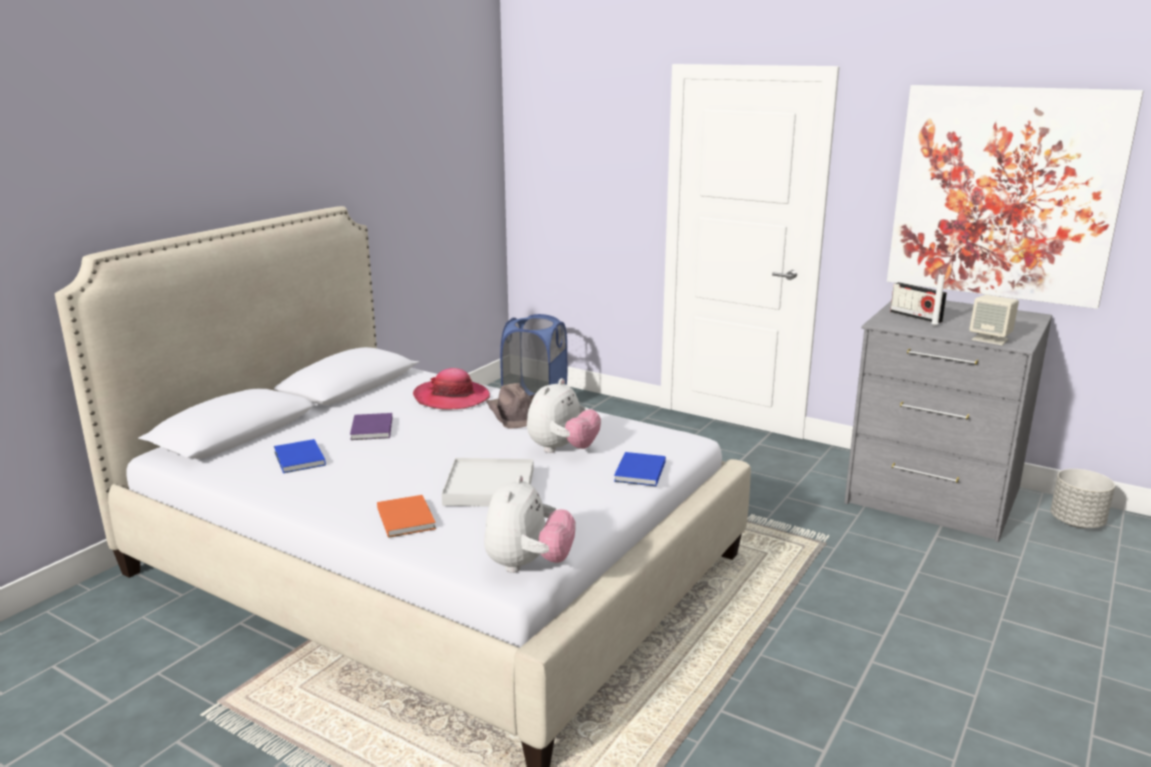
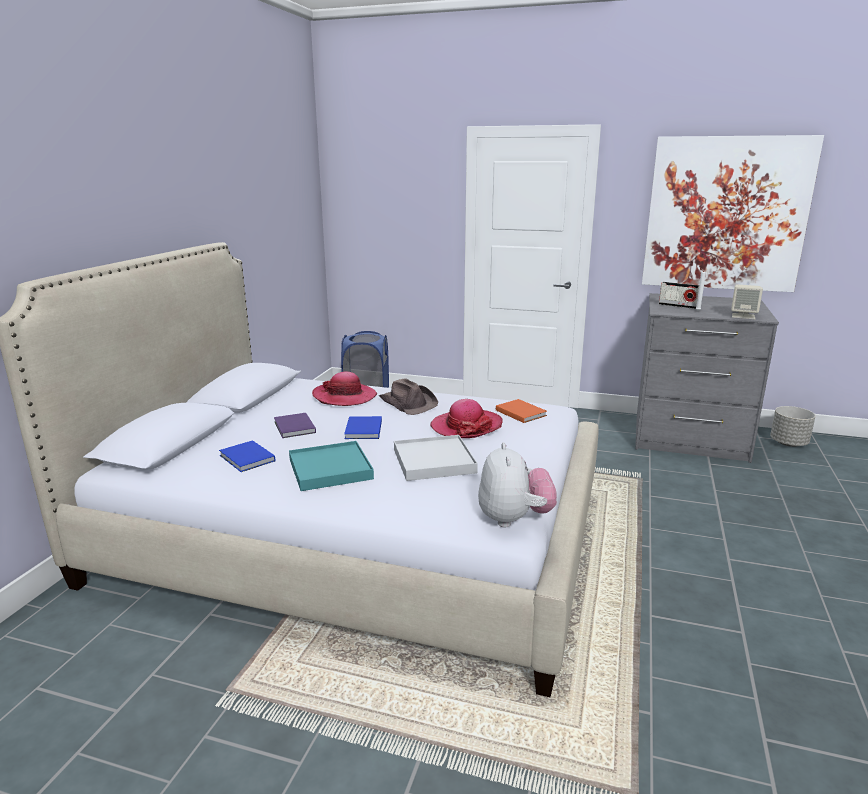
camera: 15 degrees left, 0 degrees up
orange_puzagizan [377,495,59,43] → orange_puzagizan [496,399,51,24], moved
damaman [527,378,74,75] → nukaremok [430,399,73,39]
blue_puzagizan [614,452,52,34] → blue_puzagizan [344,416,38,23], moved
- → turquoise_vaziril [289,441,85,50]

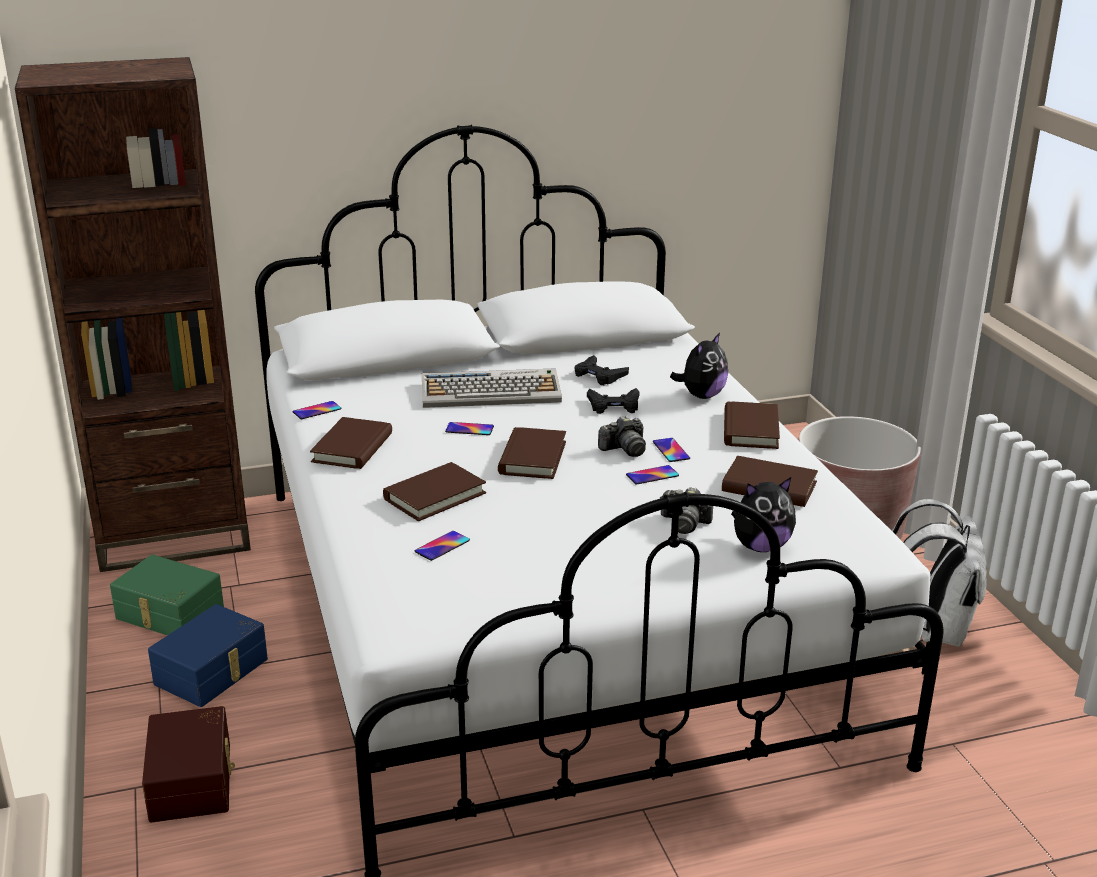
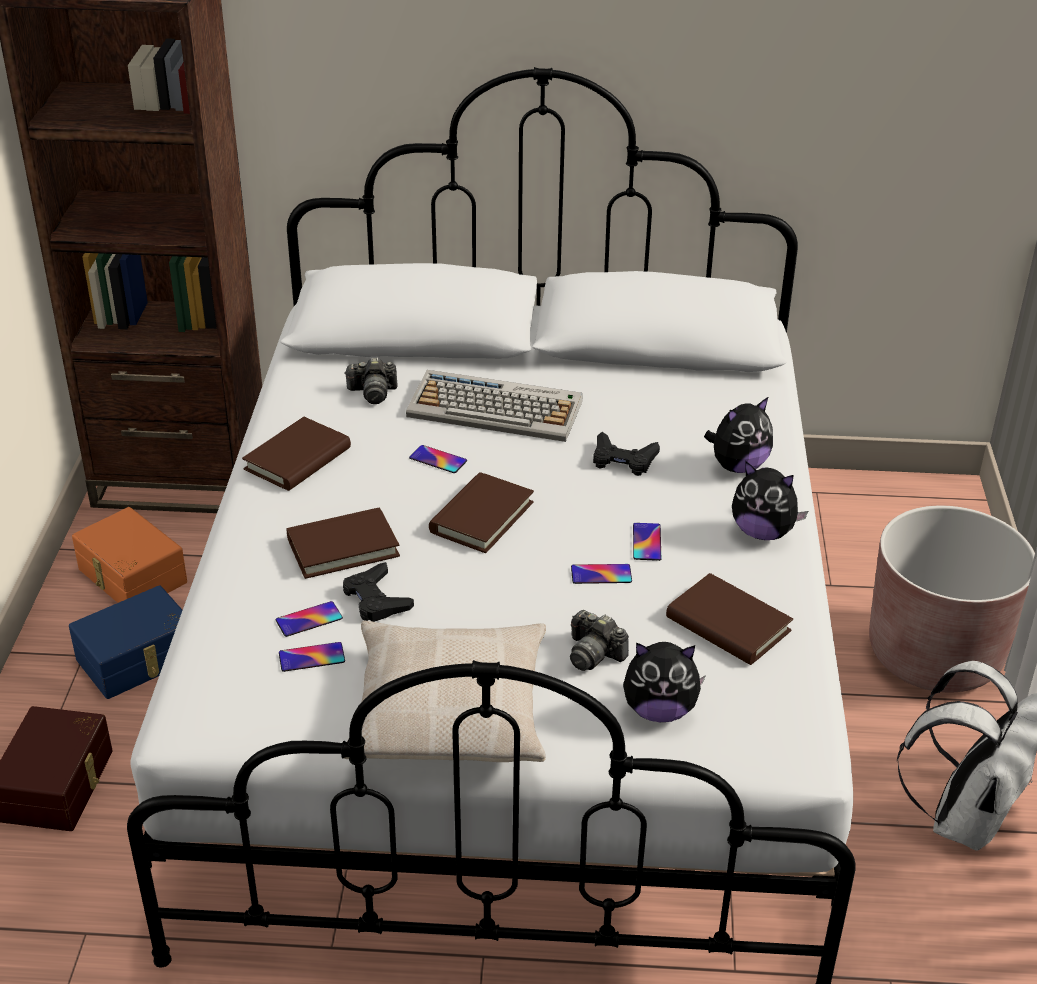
camera: 20 degrees right, 10 degrees up
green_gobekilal [110,555,114,80] → orange_gobekilal [72,507,115,96]
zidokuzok [293,401,48,18] → zidokuzok [279,642,66,30], moved
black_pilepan [575,355,54,30] → black_pilepan [343,562,71,60], moved
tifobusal [598,416,48,41] → tifobusal [344,357,54,47], moved
brown_puzagizan [724,402,56,47] → damaman [732,461,76,79]
- → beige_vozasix [343,621,203,141]

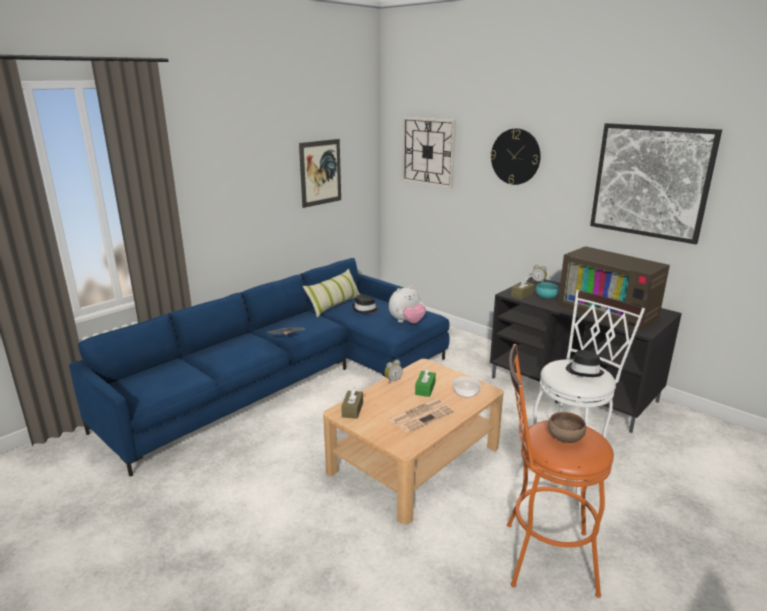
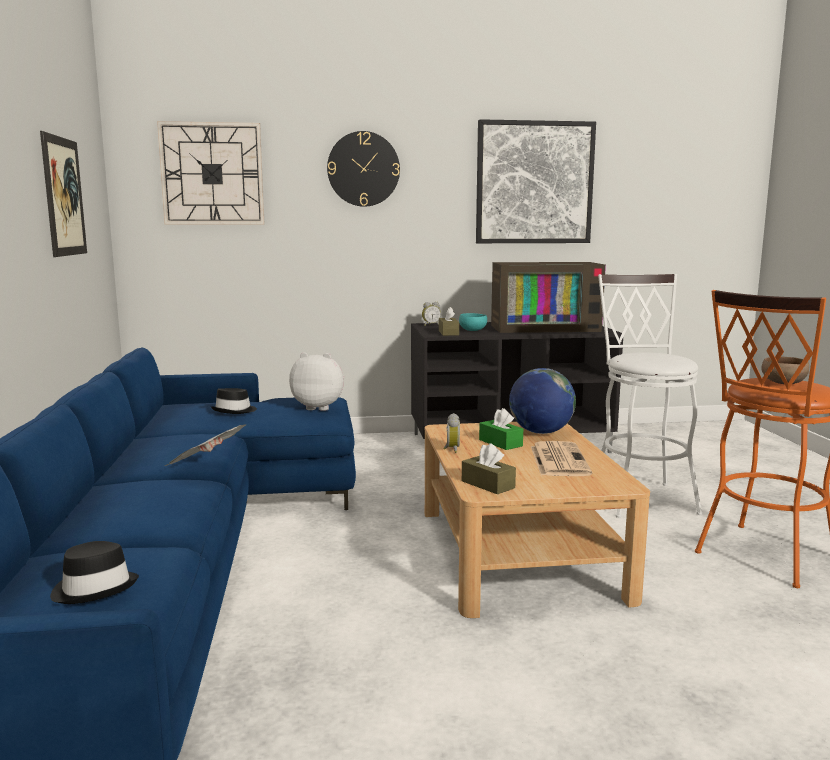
camera: 50 degrees left, 10 degrees down
vozasix [303,268,58,49] → -
damaman [389,286,37,37] → damaman [289,352,55,59], 90 degrees counterclockwise
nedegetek [452,376,29,21] → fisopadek [509,368,67,66]
black_nukaremok [566,350,38,27] → black_nukaremok [50,541,89,63], moved

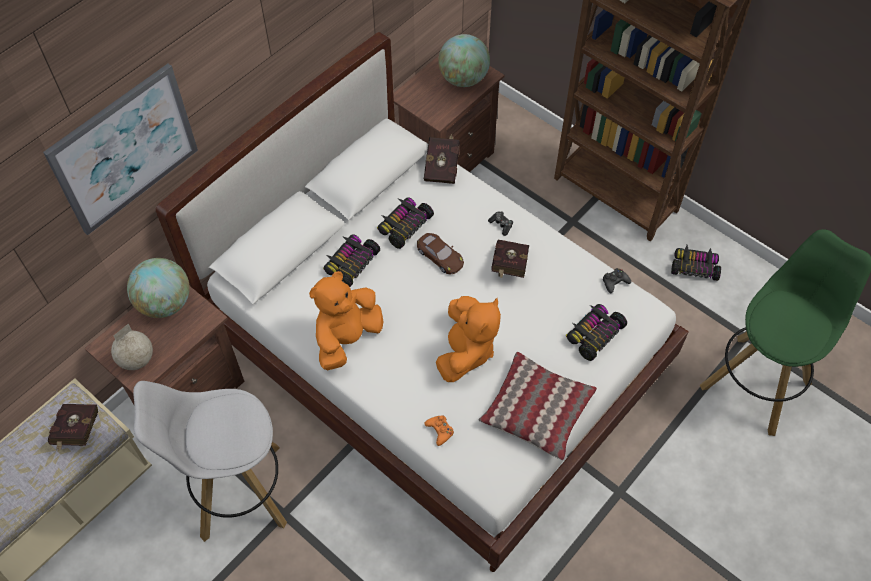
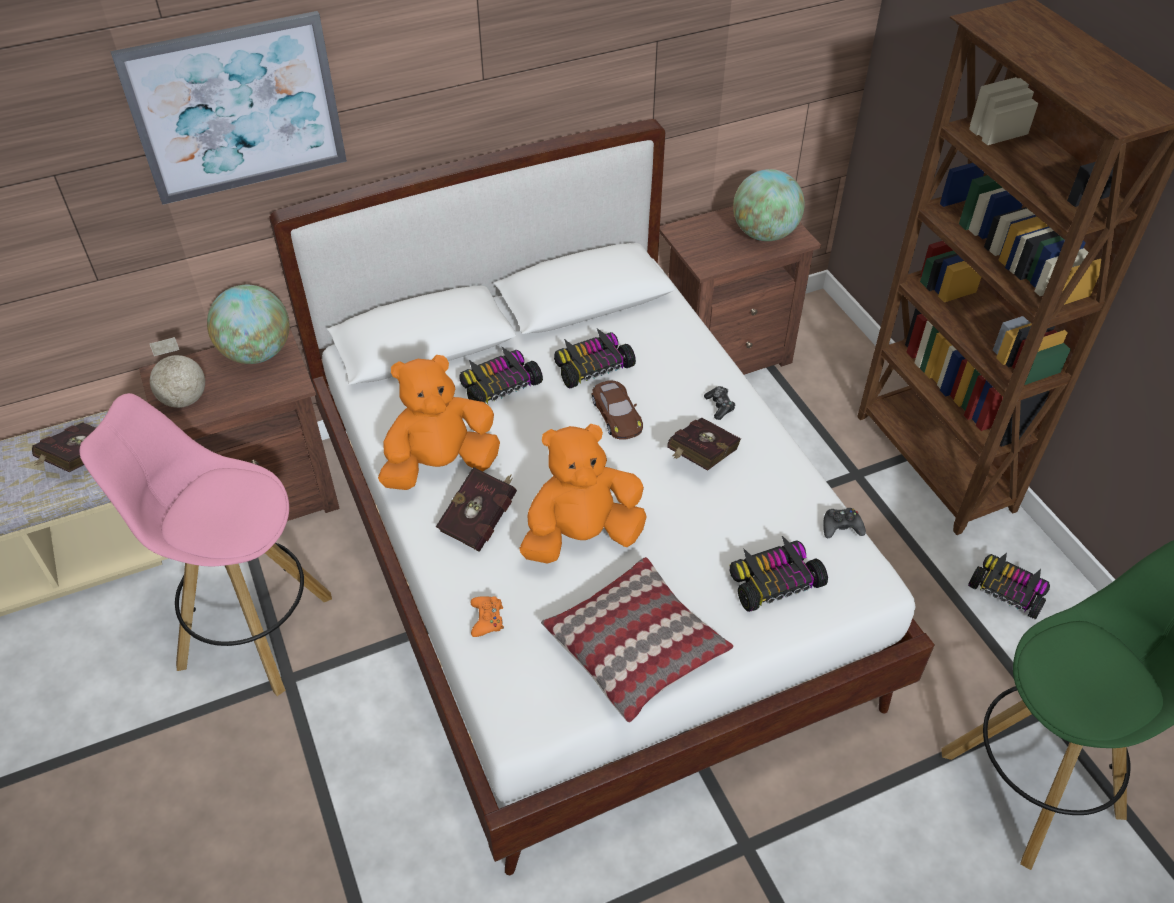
camera: 25 degrees right, 10 degrees down
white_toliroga [133,381,154,161] → pink_toliroga [79,393,253,303]
red_puzagizan [424,134,36,50] → red_puzagizan [436,467,81,85], moved
orange_damaman [436,296,65,86] → orange_damaman [519,424,128,140], 150 degrees counterclockwise

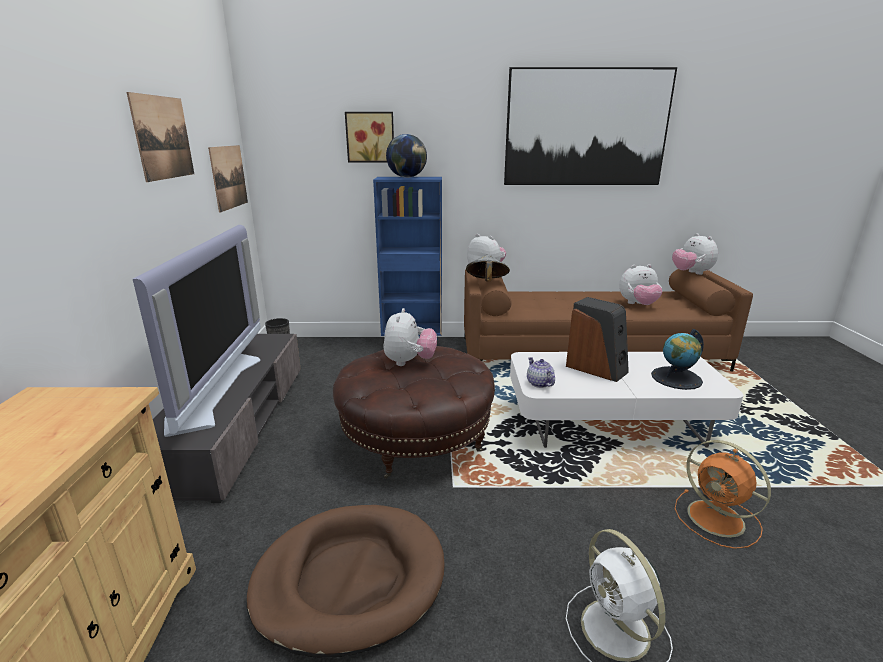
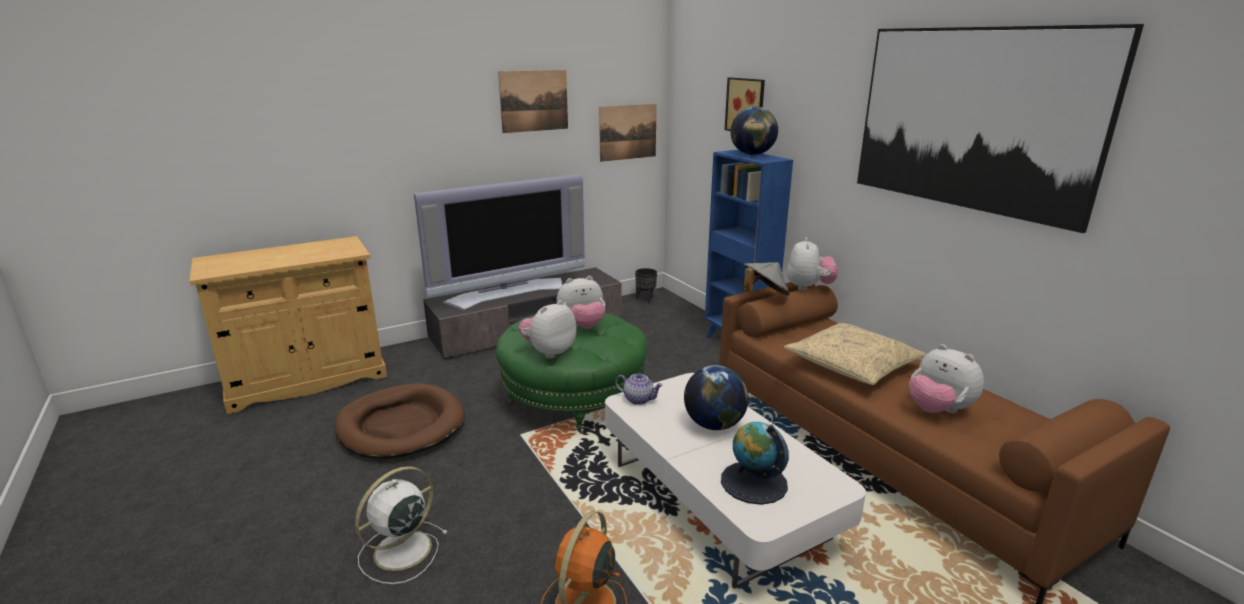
camera: 60 degrees right, 0 degrees up
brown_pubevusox [333,346,162,133] → green_pubevusox [496,314,152,120]
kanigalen [527,357,28,31] → kanigalen [615,373,48,32], 75 degrees clockwise
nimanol [566,297,63,85] → fisopadek [684,365,65,65]
damaman [672,233,46,42] → damaman [518,300,59,58], moved
- → beige_vozasix [784,323,143,62]

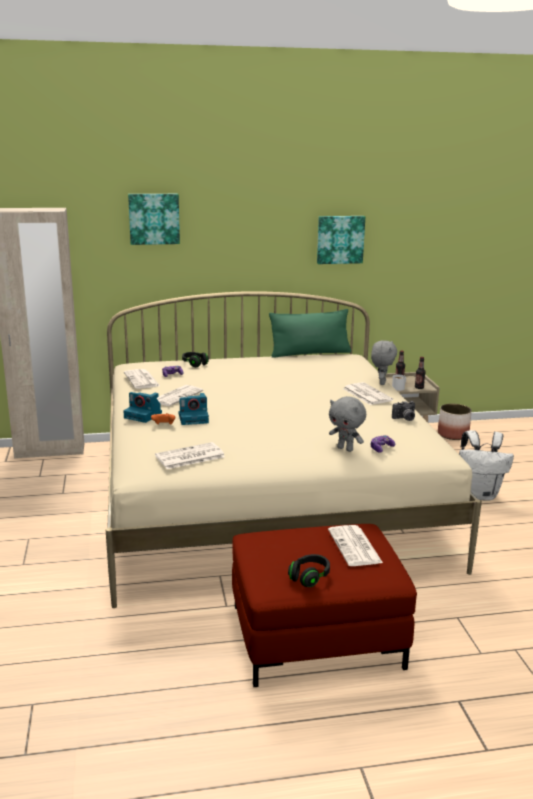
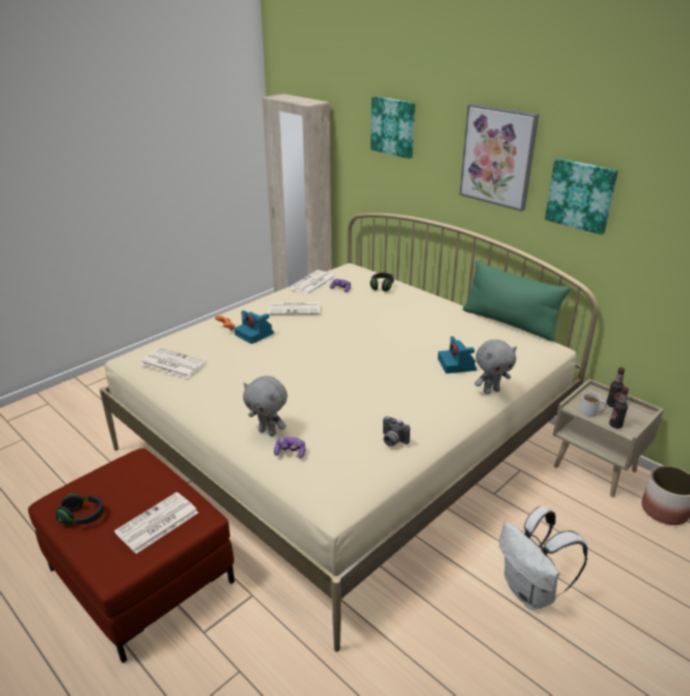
camera: 55 degrees right, 10 degrees up
tifobusal [123,392,39,31] → tifobusal [438,336,39,38], moved
grey_damaman [329,396,37,56] → grey_damaman [243,376,45,60], 60 degrees counterclockwise
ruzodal [343,382,50,23] → -
- → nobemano [459,104,80,107]

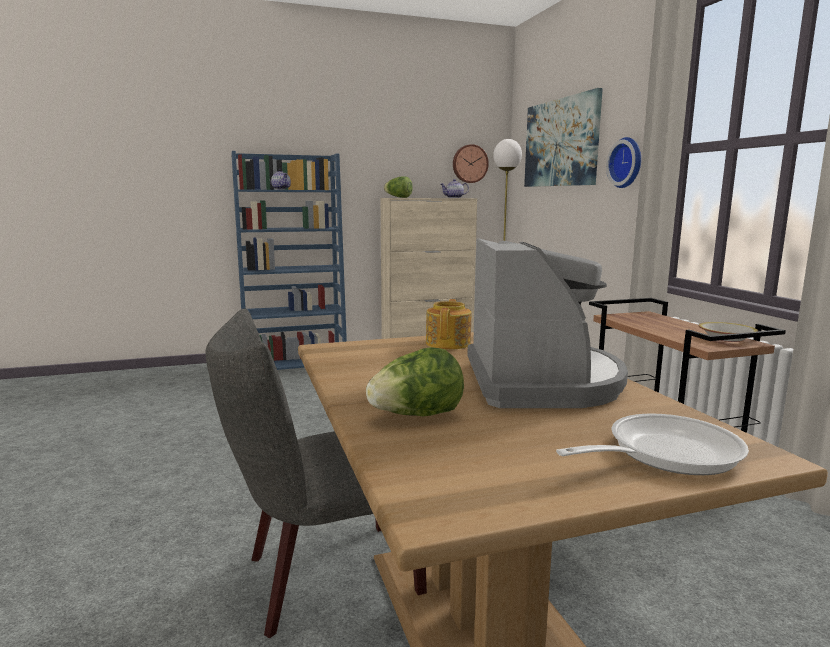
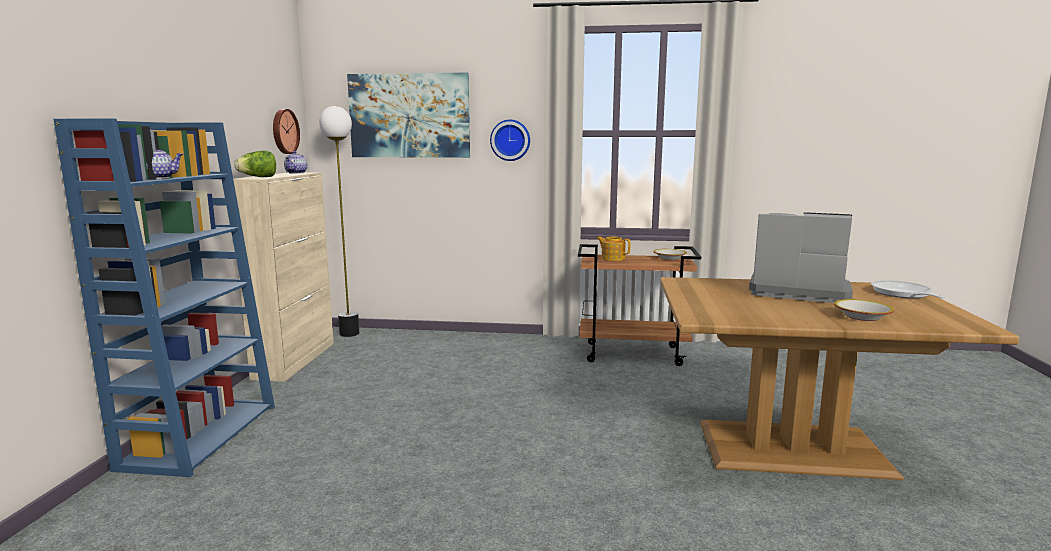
camera: 65 degrees left, 0 degrees up
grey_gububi [206,309,221,329] → -
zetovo [366,347,98,69] → nedegetek [834,299,61,22]
kanigalen [426,299,45,51] → kanigalen [596,237,34,24], moved

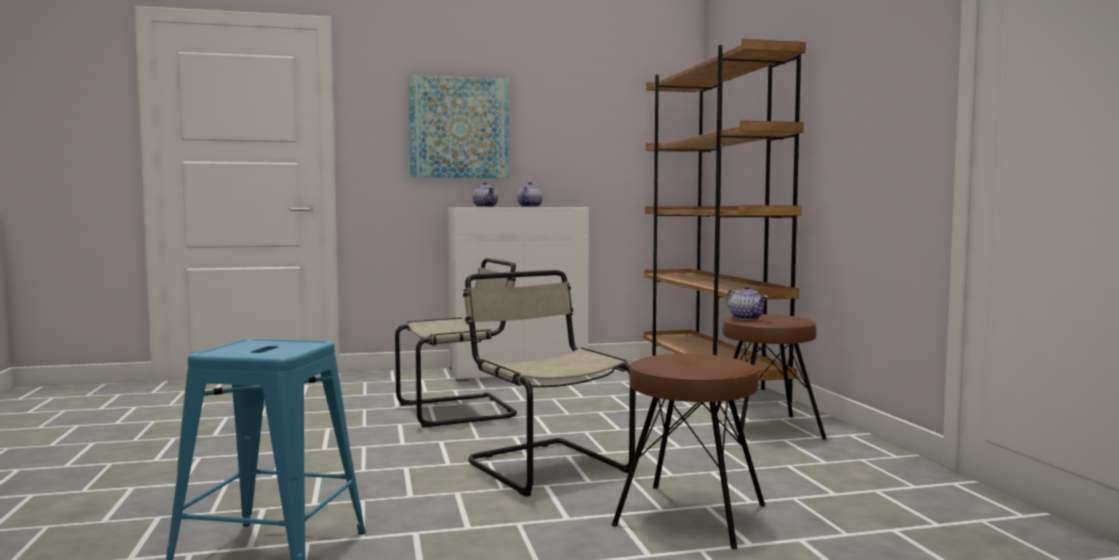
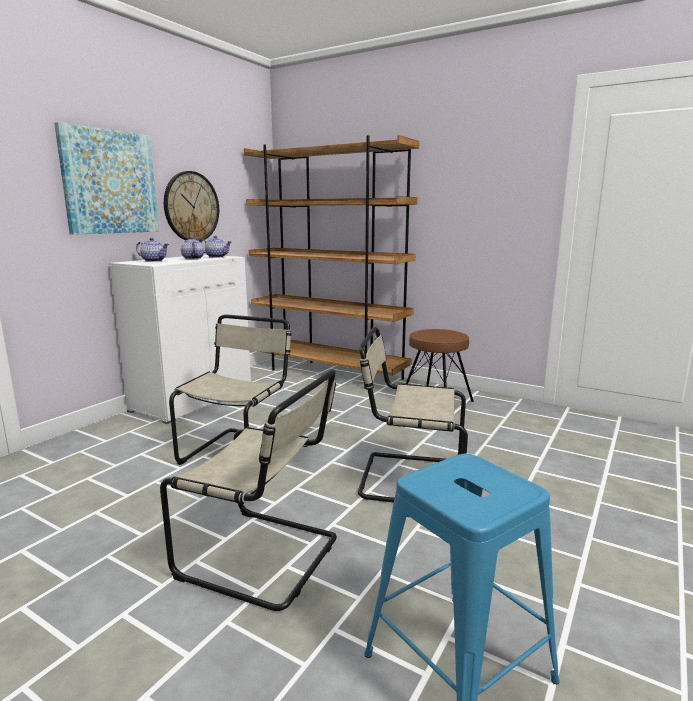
camera: 45 degrees left, 10 degrees up
brown_toliroga [612,354,153,195] → -
kanigalen [726,285,42,35] → kanigalen [200,236,32,22], moved
- → beige_gububi [160,370,177,241]
- → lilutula [164,171,55,71]

